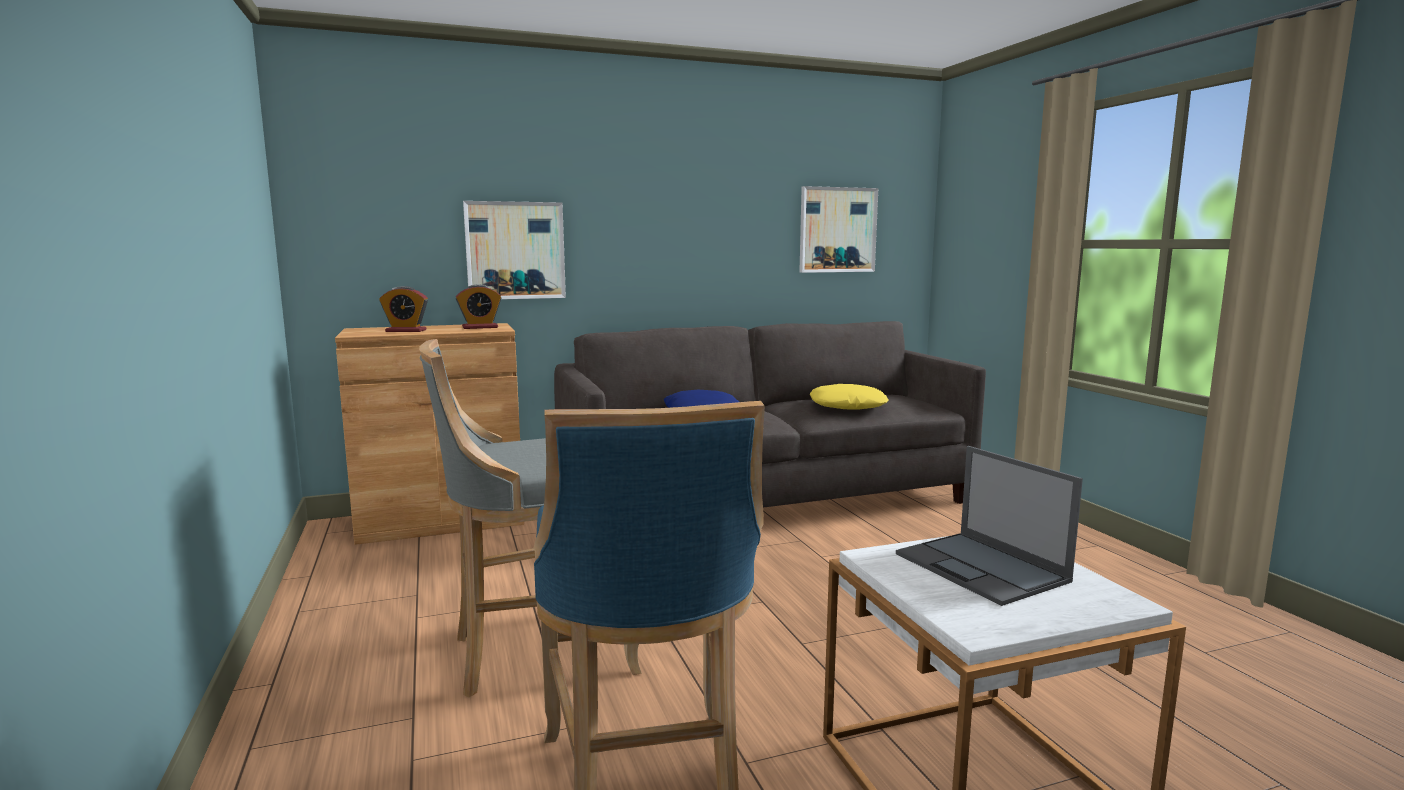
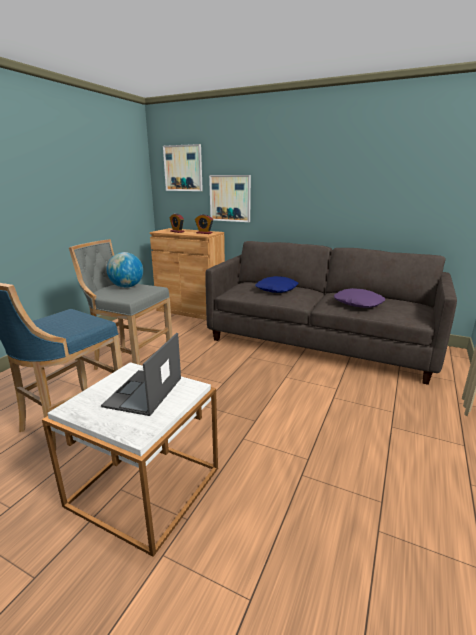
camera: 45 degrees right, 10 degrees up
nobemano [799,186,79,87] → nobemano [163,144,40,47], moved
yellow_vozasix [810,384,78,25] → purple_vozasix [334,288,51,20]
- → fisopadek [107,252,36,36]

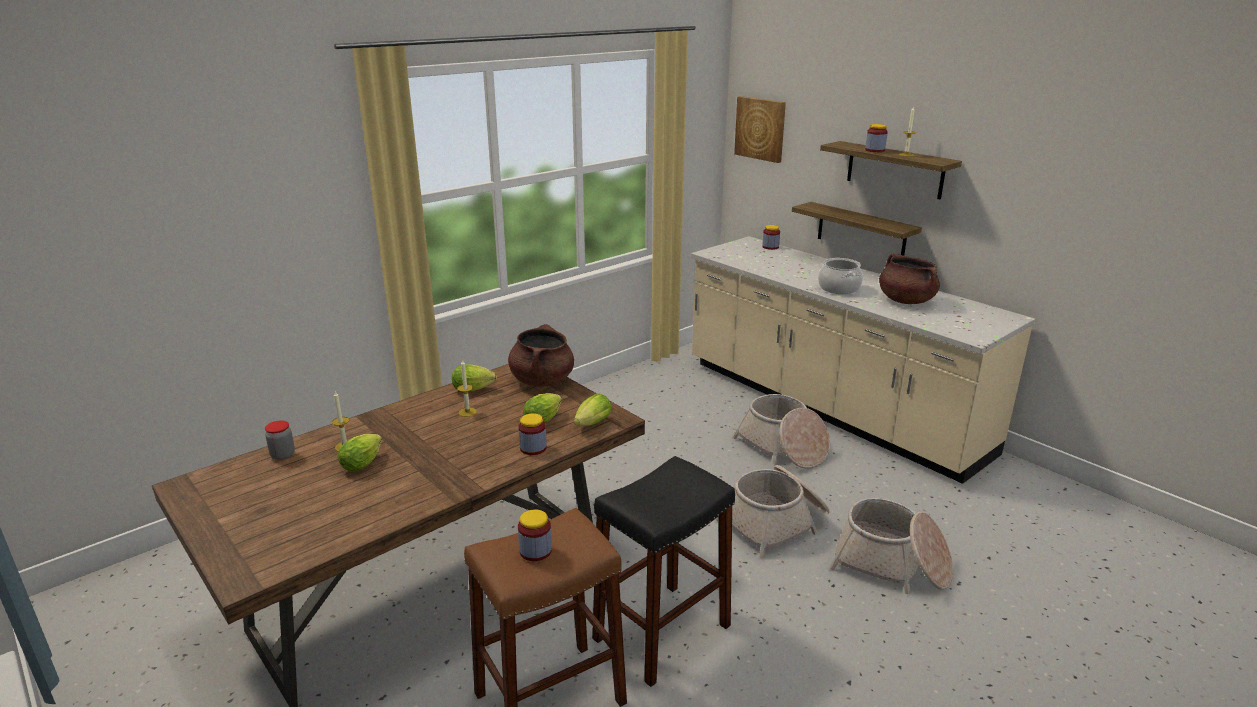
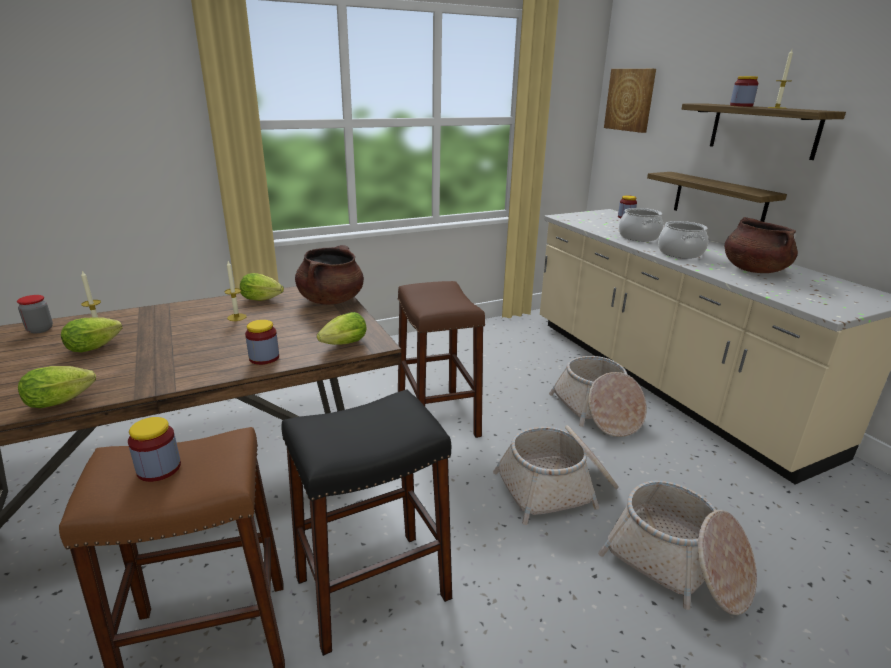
camera: 15 degrees right, 0 degrees up
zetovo [523,393,39,30] → zetovo [18,366,78,42], moved
- → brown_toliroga [398,281,87,157]
- → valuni [619,208,44,34]

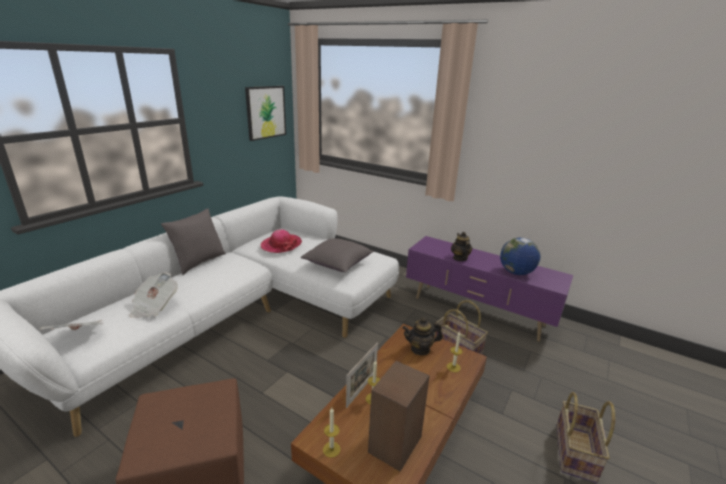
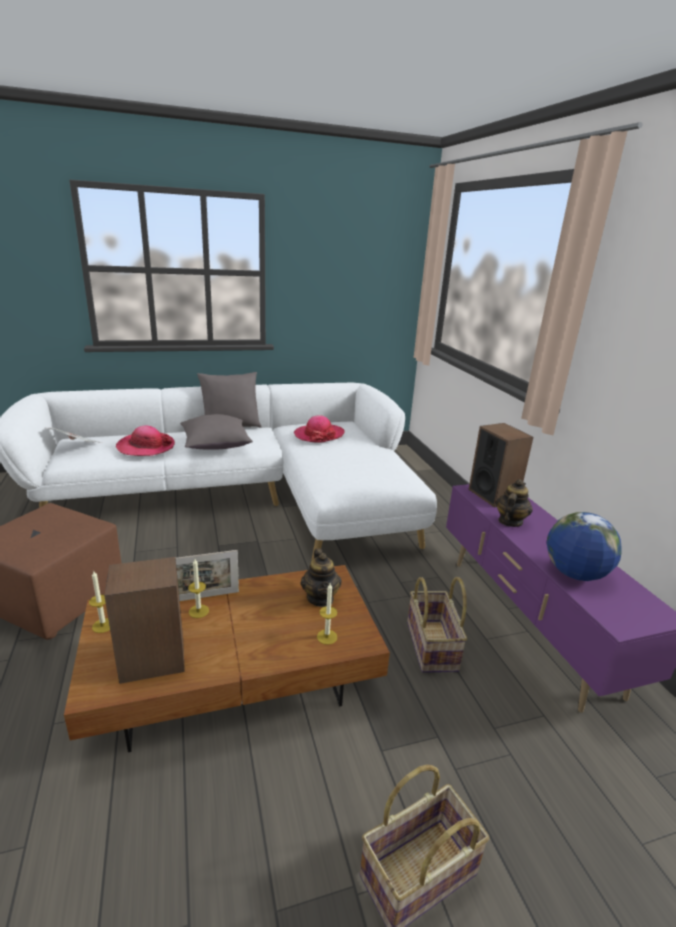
camera: 40 degrees right, 0 degrees up
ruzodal [129,272,49,46] → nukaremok [116,426,59,30]
nobemano [245,86,41,55] → -
grey_vozasix [301,238,73,34] → grey_vozasix [180,414,73,36], moved
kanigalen [402,317,41,38] → kanigalen [300,548,42,59], 135 degrees counterclockwise
- → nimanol [468,423,65,85]

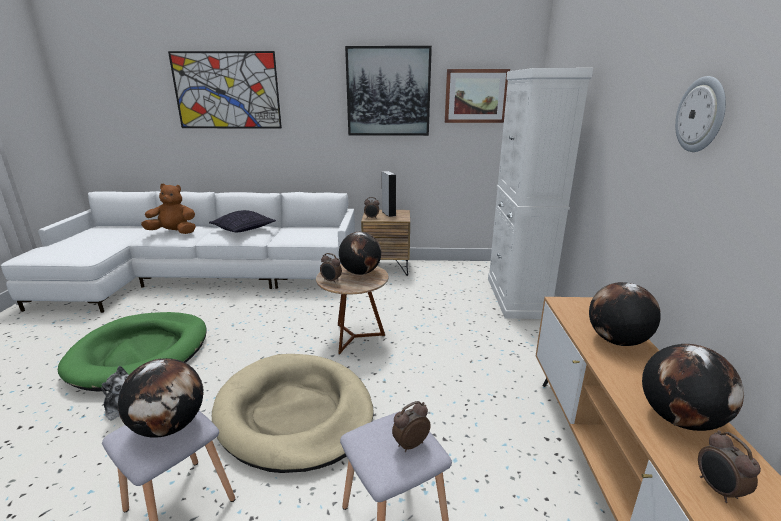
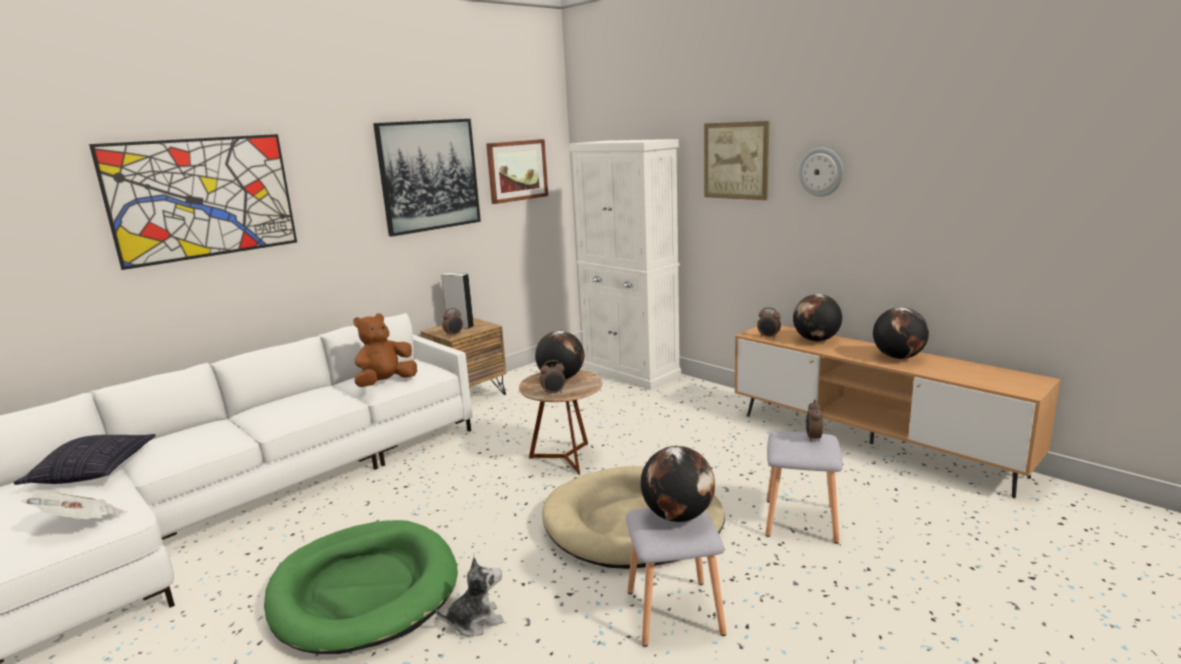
camera: 45 degrees left, 5 degrees down
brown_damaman [141,183,55,51] → brown_damaman [353,314,64,73], moved
vozasix [209,210,67,22] → vozasix [14,434,142,51], moved
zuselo [698,430,63,73] → zuselo [757,307,24,32], moved
- → ruzodal [22,492,105,28]
- → nobemano [704,121,65,79]

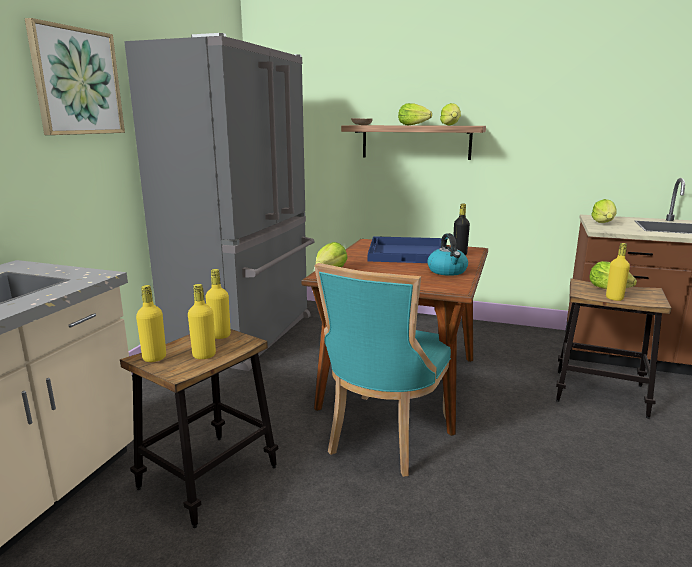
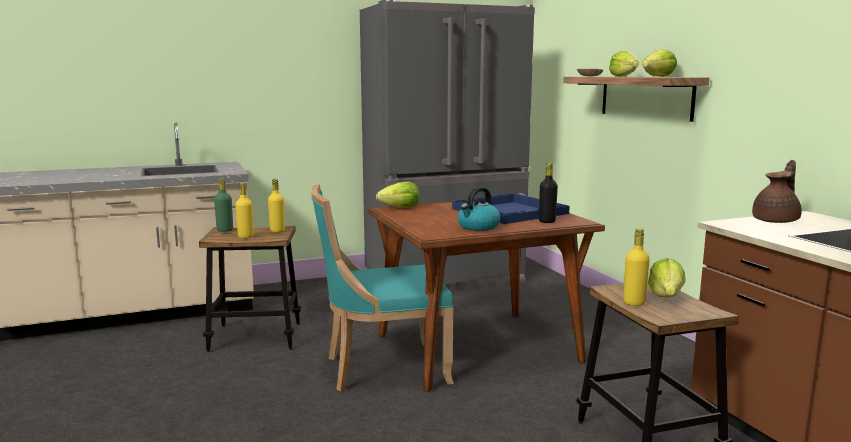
camera: 50 degrees right, 5 degrees down
nobemano [25,18,100,117] → -
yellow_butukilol [136,285,30,77] → green_butukilol [214,178,19,54]
zetovo [591,199,26,24] → brown_kanigalen [752,160,50,63]

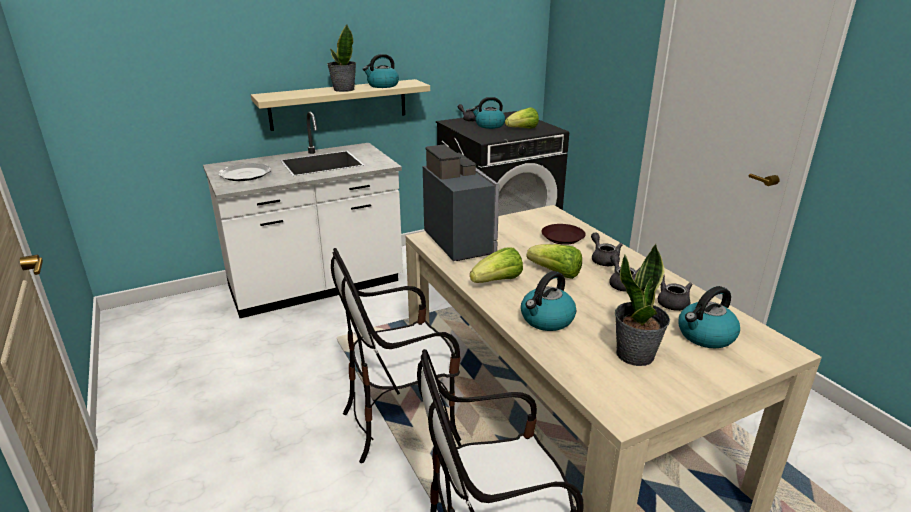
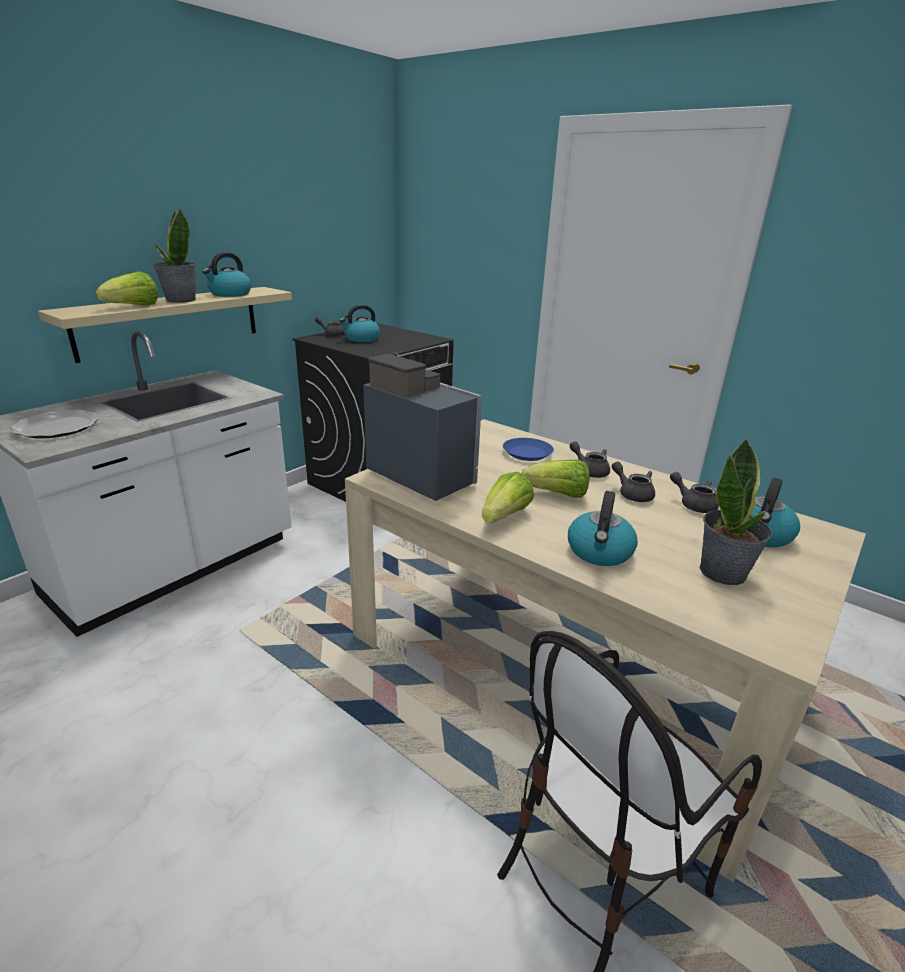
camera: 25 degrees left, 0 degrees up
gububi [331,248,130,215] → -
zetovo [505,107,34,22] → zetovo [96,271,62,35], moved
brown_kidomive [541,224,45,21] → blue_kidomive [503,438,51,23]

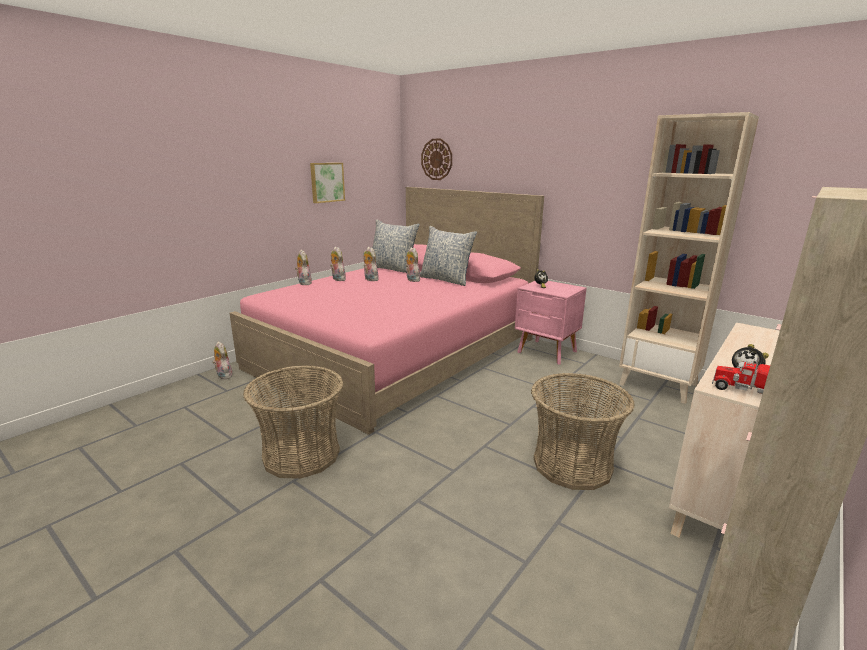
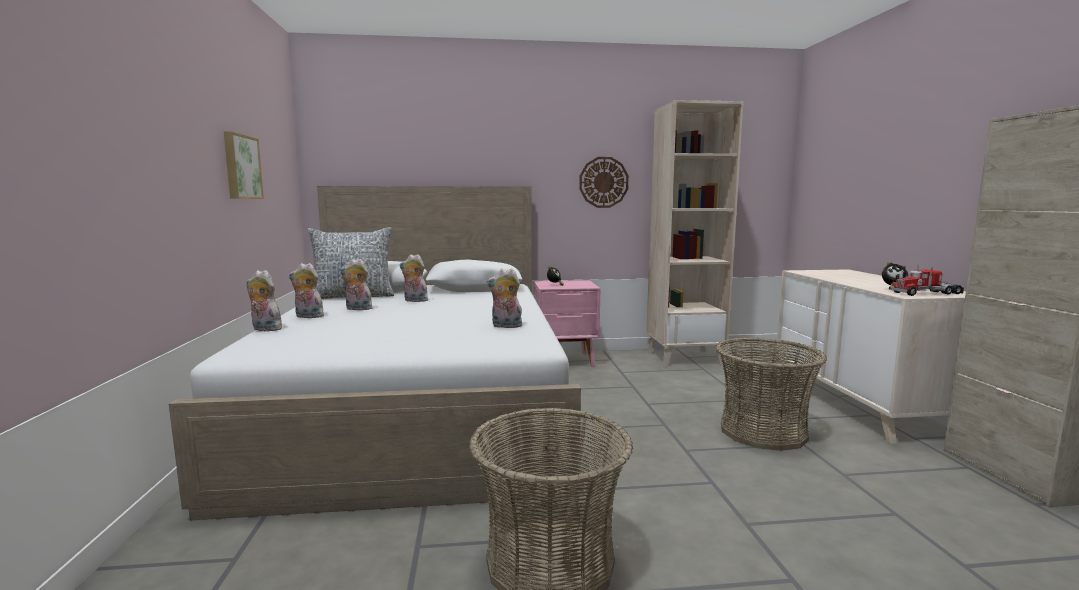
camera: 45 degrees left, 10 degrees down
damaman [212,341,21,38] → damaman [487,268,35,60], moved
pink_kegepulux [229,187,315,248] → white_kegepulux [169,186,412,334]
vozasix [420,226,57,60] → -
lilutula [421,139,31,41] → lilutula [579,157,50,51], moved

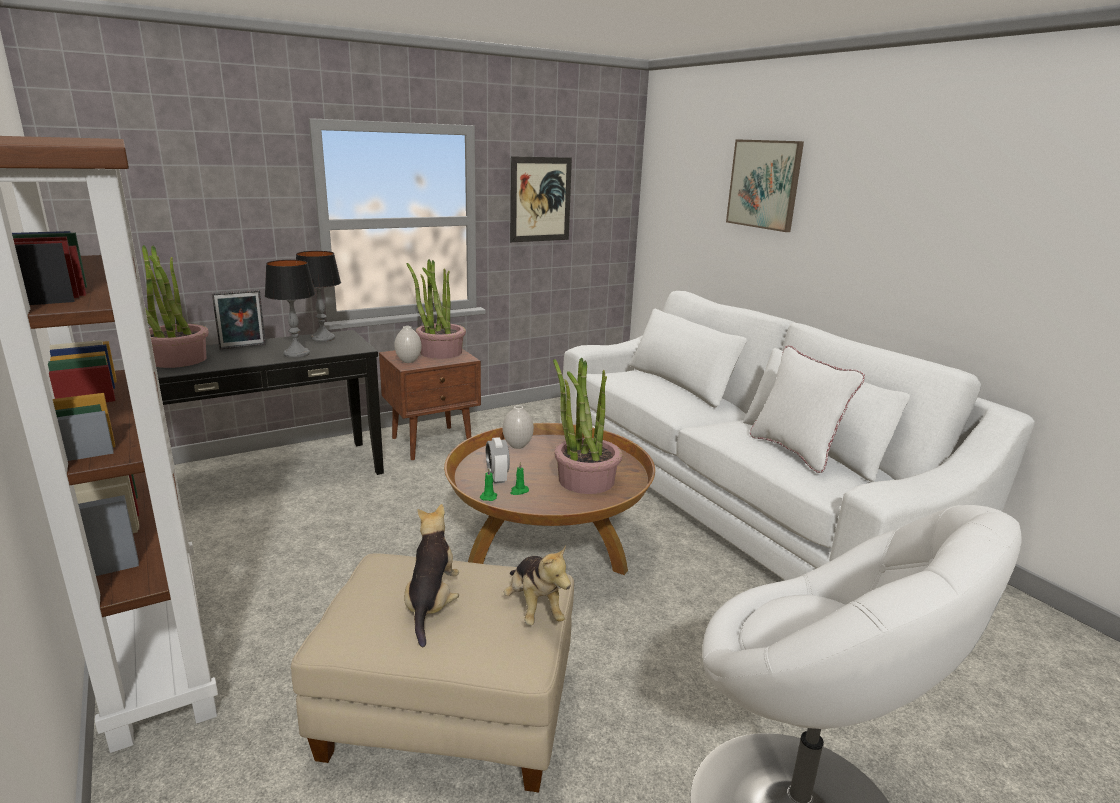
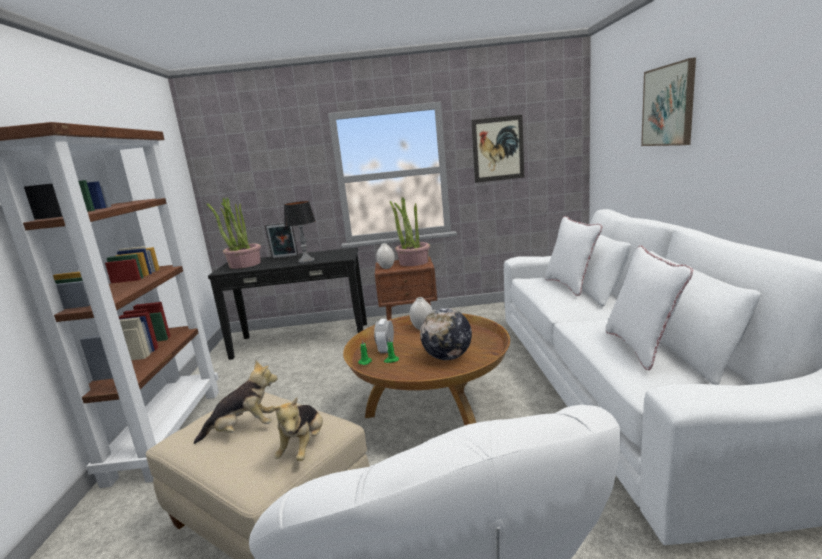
camera: 30 degrees right, 5 degrees down
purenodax [296,251,45,91] → -
damaman [404,504,55,143] → damaman [194,360,84,84], 45 degrees clockwise
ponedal [553,357,69,137] → fisopadek [420,308,52,52]
- → white_vozasix [545,216,57,80]

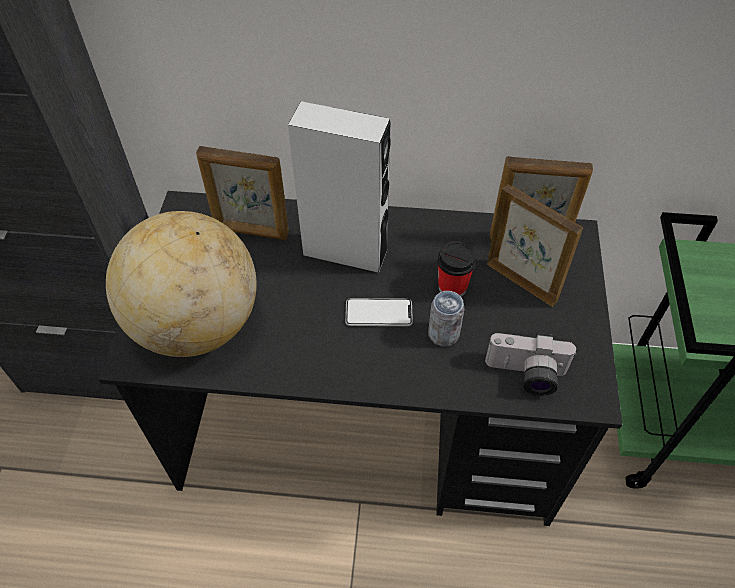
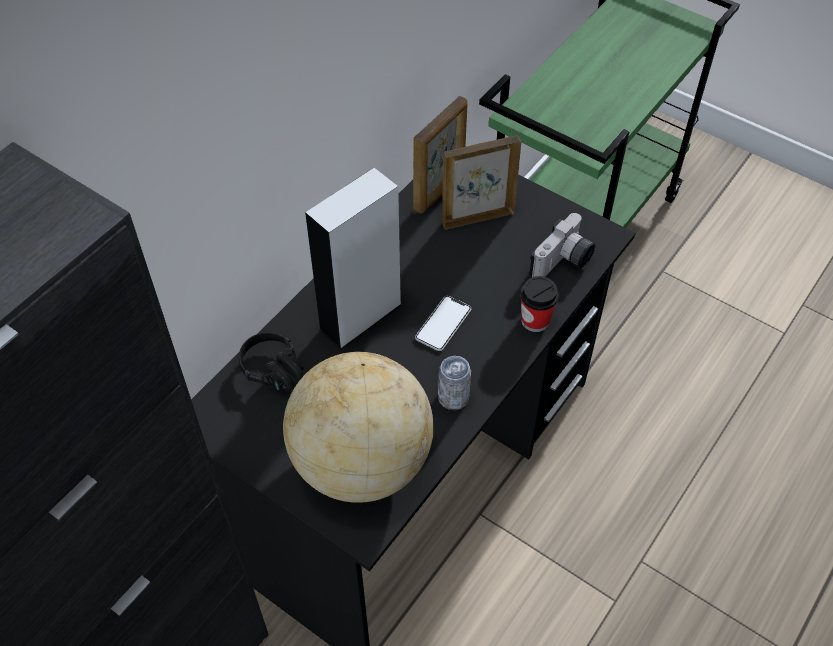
camera: 60 degrees left, 0 degrees up
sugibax [196,146,93,94] → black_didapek [239,332,65,61]
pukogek [428,291,36,55] → pukogek [438,356,33,54], moved
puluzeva [437,241,39,56] → puluzeva [520,276,39,56], moved

